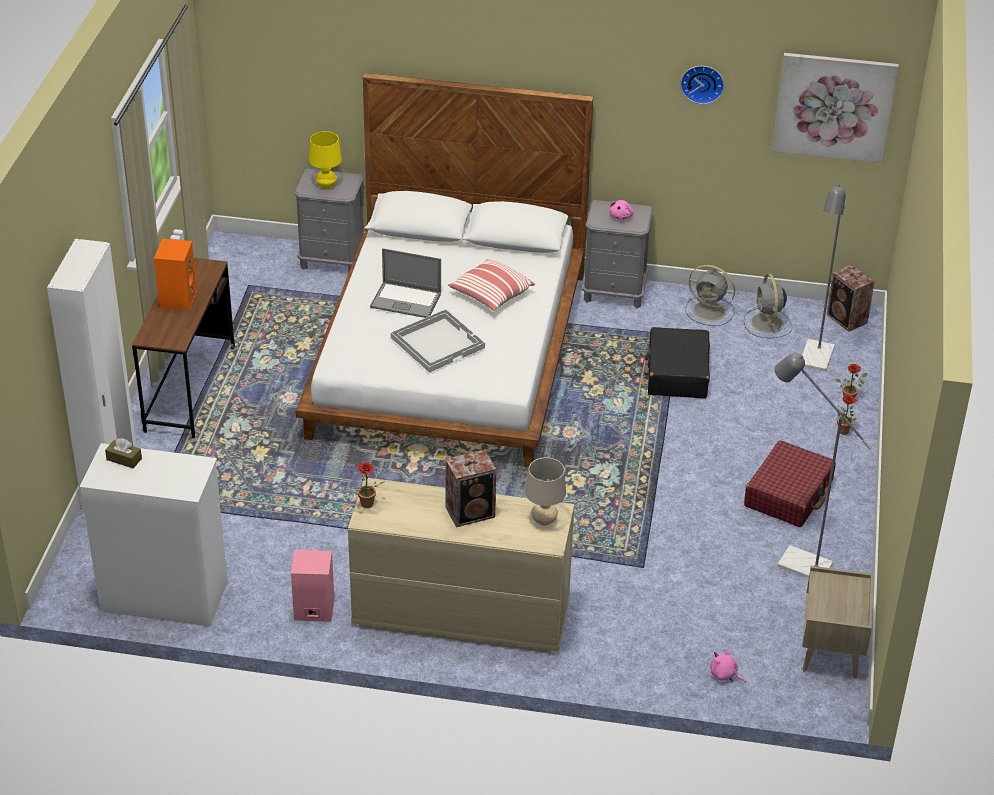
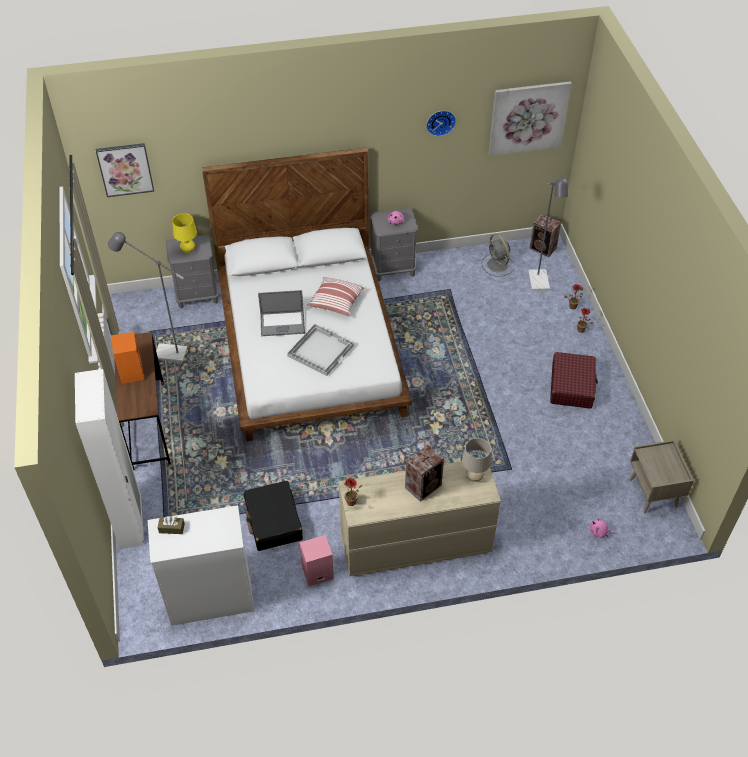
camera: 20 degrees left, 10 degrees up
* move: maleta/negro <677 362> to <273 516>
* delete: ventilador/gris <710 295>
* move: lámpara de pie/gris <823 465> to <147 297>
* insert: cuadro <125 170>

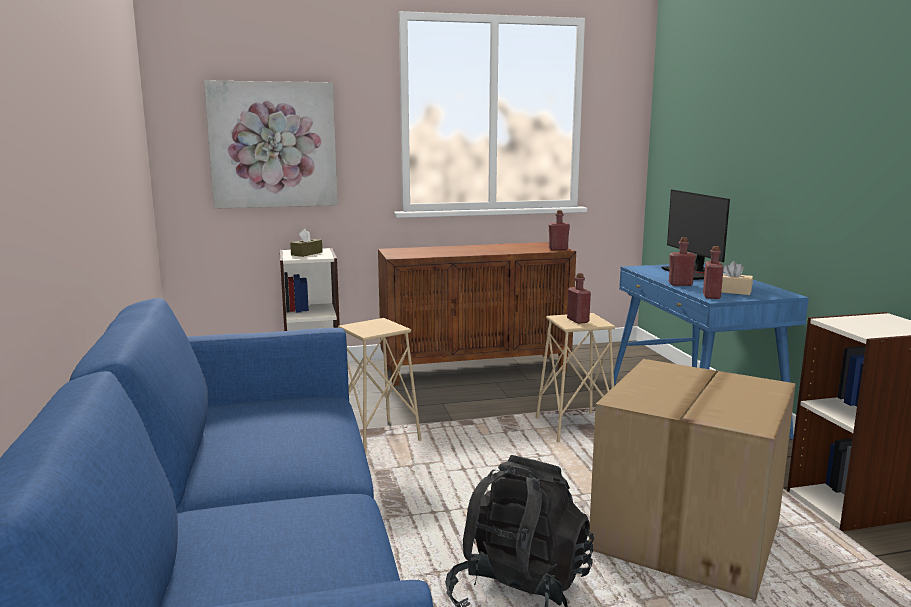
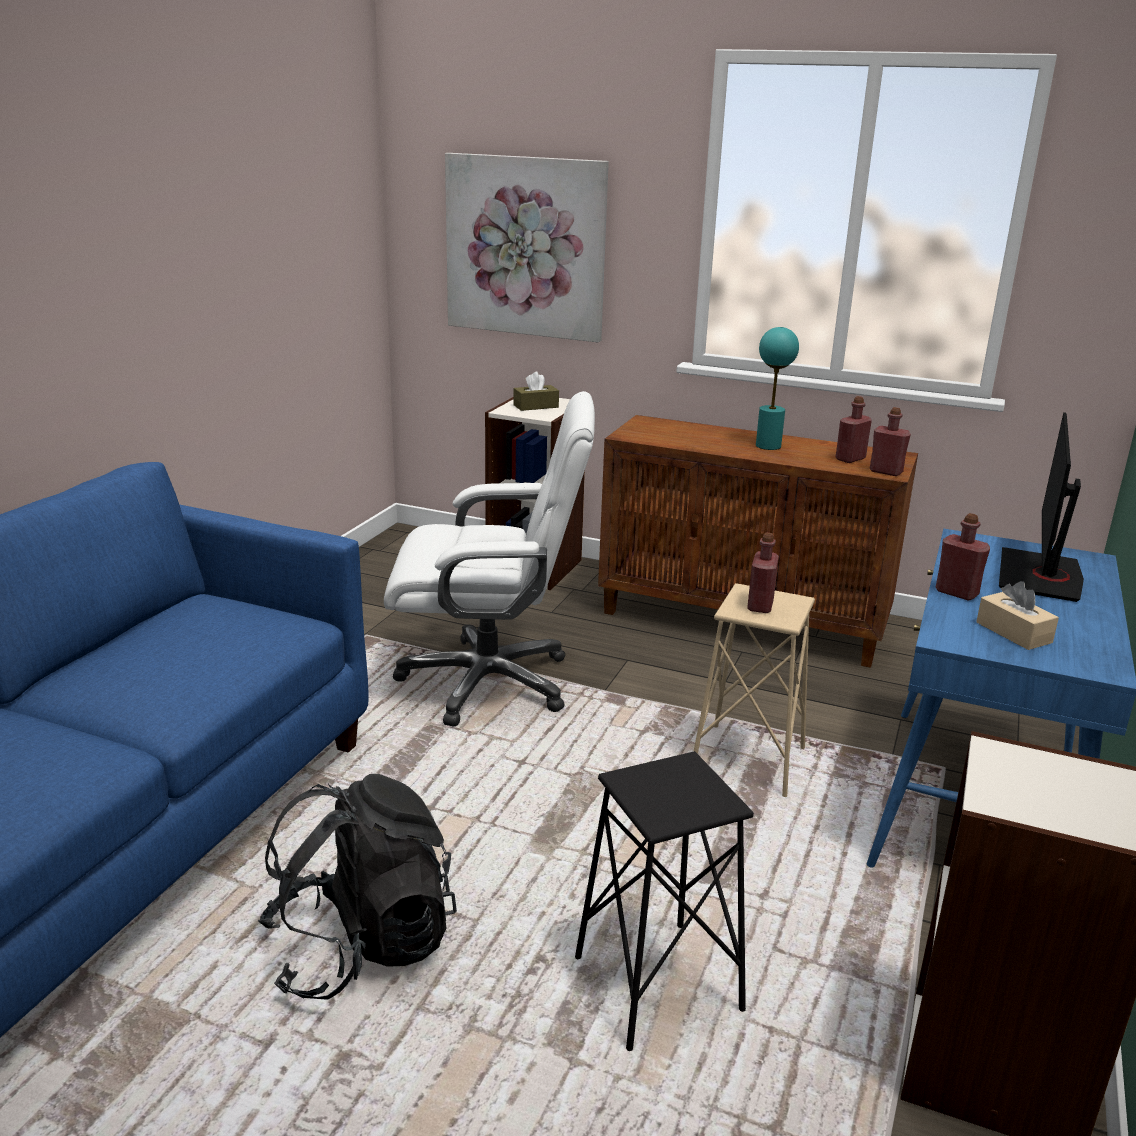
camera: 35 degrees right, 10 degrees up
* replace: taburete/beis <379 386> to silla de oficina/blanco <489 559>
* replace: caja de cartón <692 479> to taburete/negro <664 901>
* move: botella/rojo <713 272> to <854 429>
* insert: lámpara de mesa/turquesa <777 388>

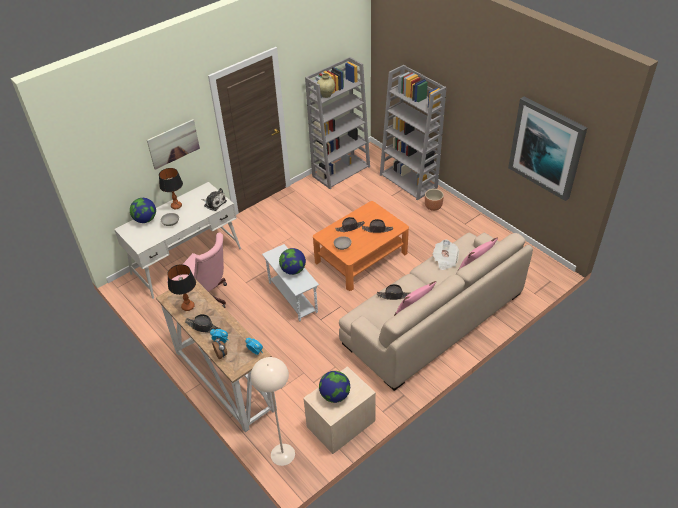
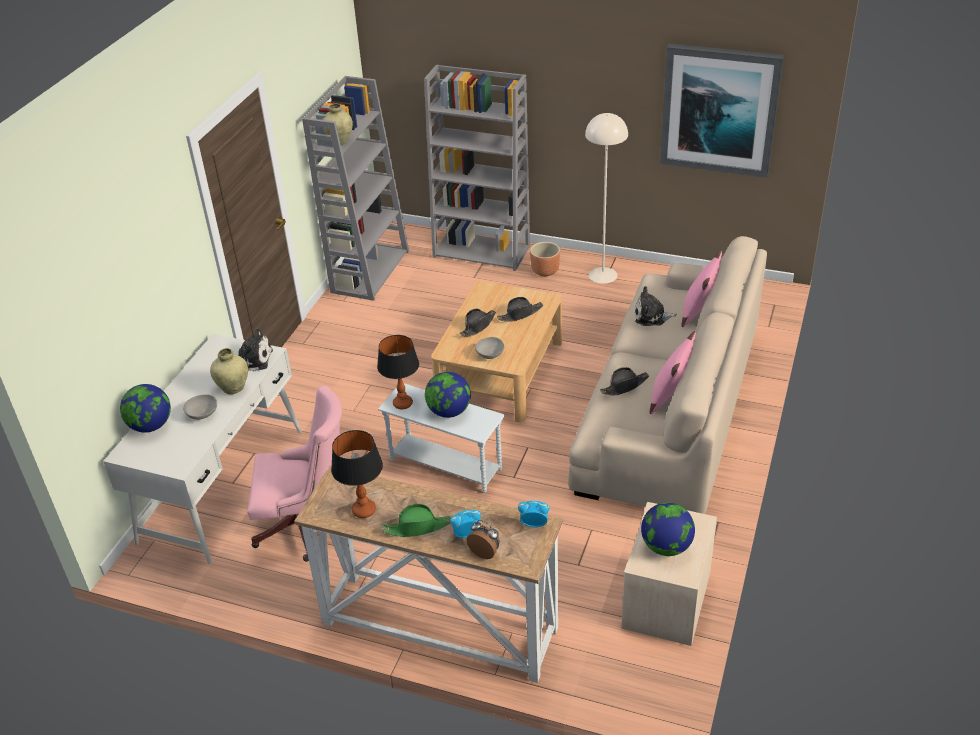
camera: 30 degrees left, 5 degrees down
* delete: cuadro <173 144>
* move: lámpara de mesa <171 188> to <398 372>
* recolor: sombrero/negro <203 323> to sombrero/verde <416 520>
* move: lámpara de pie/beis <273 411> to <606 198>
* recolor: mesa de centro/naranja <361 246> to mesa de centro/beis <496 351>
* replace: periódico <445 254> to peluche <656 306>
* insert: florero/beis <229 371>

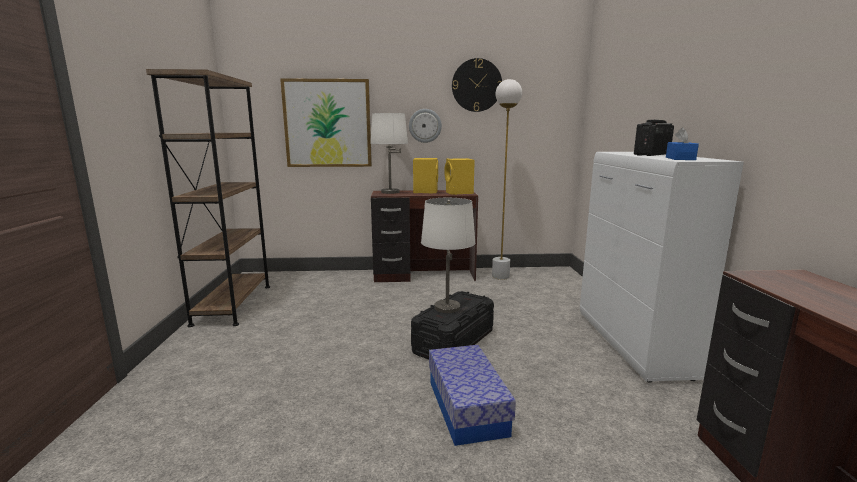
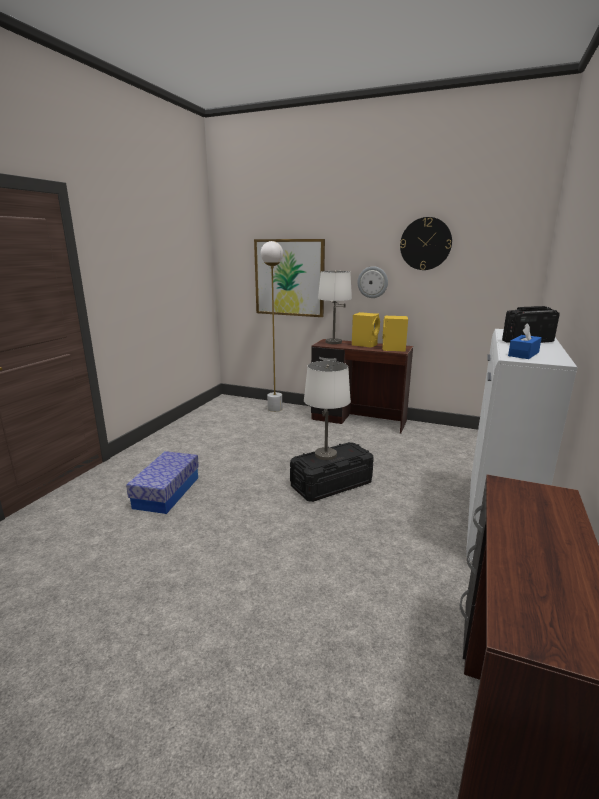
camera: 25 degrees right, 5 degrees up
* delete: estantería/marrón <208 198>
* move: caja de almacenaje <472 395> to <162 482>
* move: lámpara de pie/blanco <507 179> to <272 326>

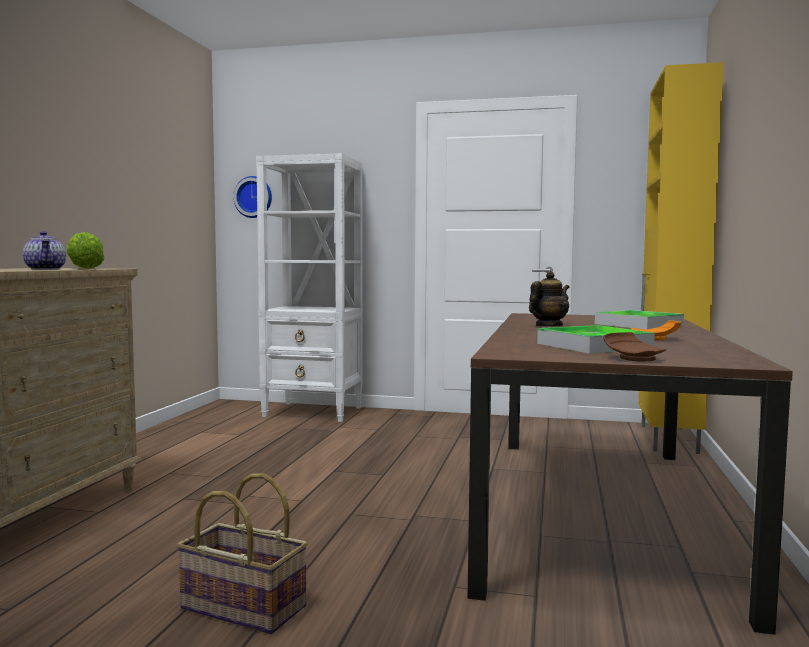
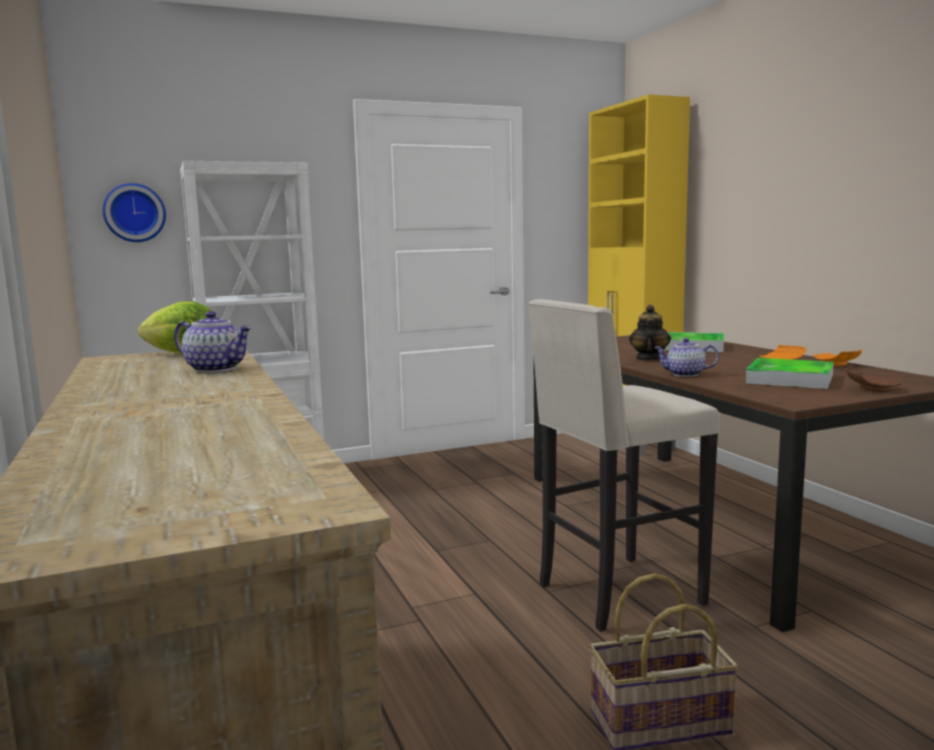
camera: 35 degrees left, 5 degrees up
* insert: taburete/beis <624 465>
* insert: tetera <686 357>
* insert: plato/naranja <837 357>

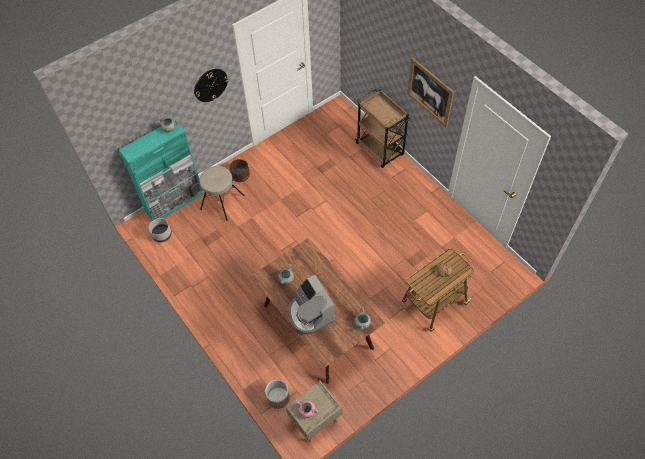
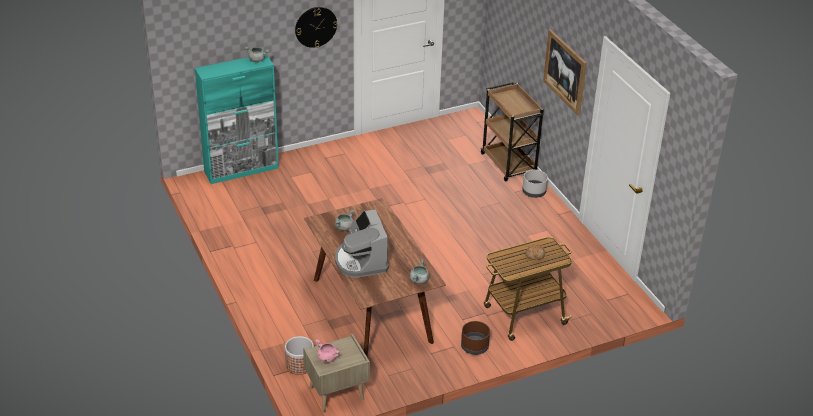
camera: 10 degrees right, 20 degrees down
* move: maceta/gris <160 230> to <535 184>
* delete: taburete/beis <222 193>
* move: maceta/marrón <239 170> to <475 338>

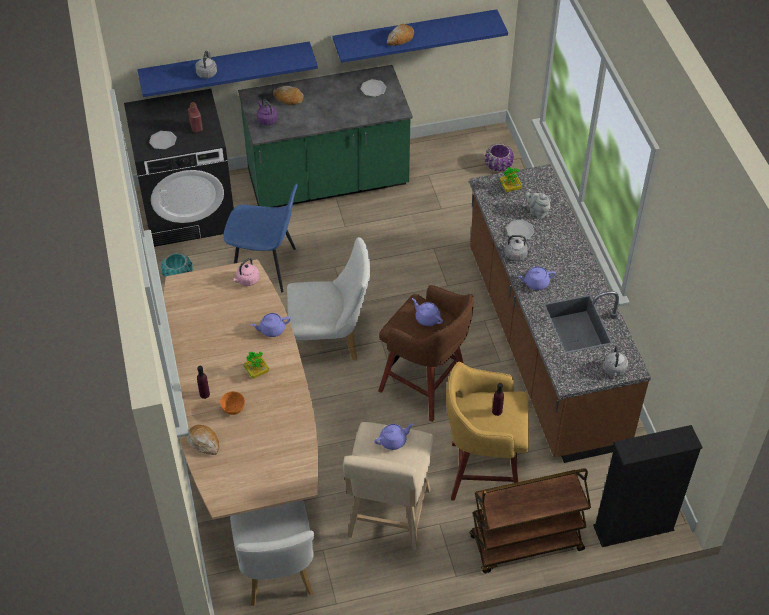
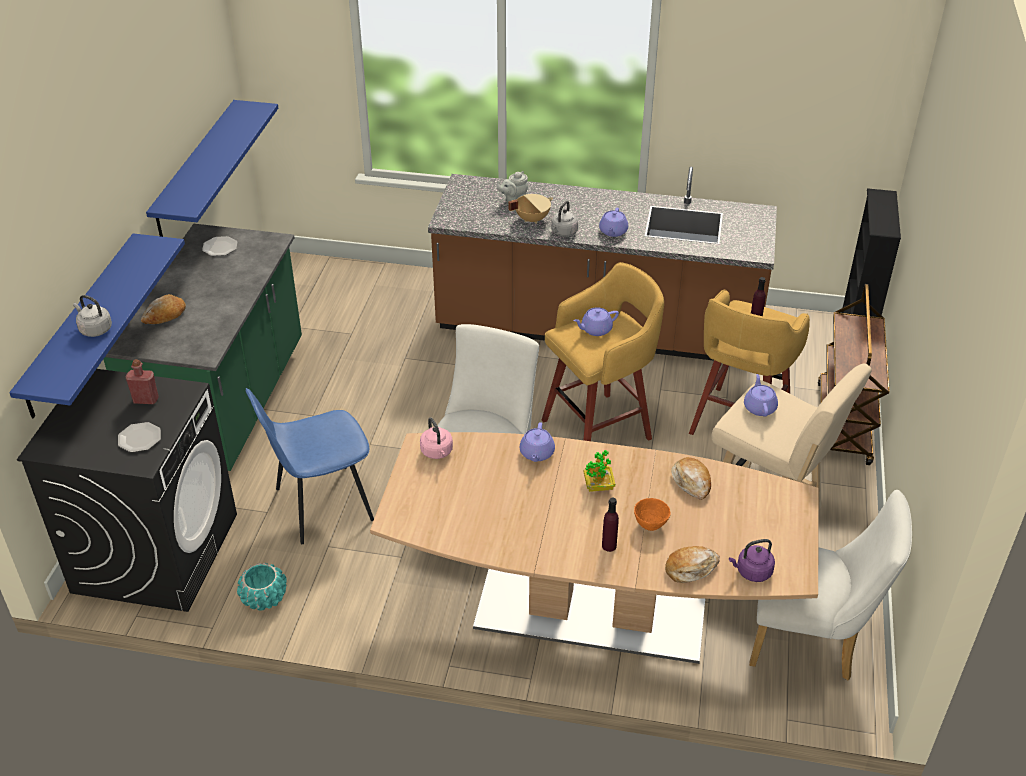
camera: 65 degrees left, 10 degrees down
* rotate: silla/azul <260 237> = <310 466> 150 degrees counterclockwise
* move: hervidor/morado <267 112> to <752 560>
* recolor: taburete/marrón <426 353> to taburete/amarillo <603 351>
* move: pan <400 35> to <691 478>
* delete: maceta/morado <499 158>
* delete: planta en maceta <511 179>
* replace: plato <520 230> to olla/beis <530 209>
* delete: hervidor/gris <615 361>

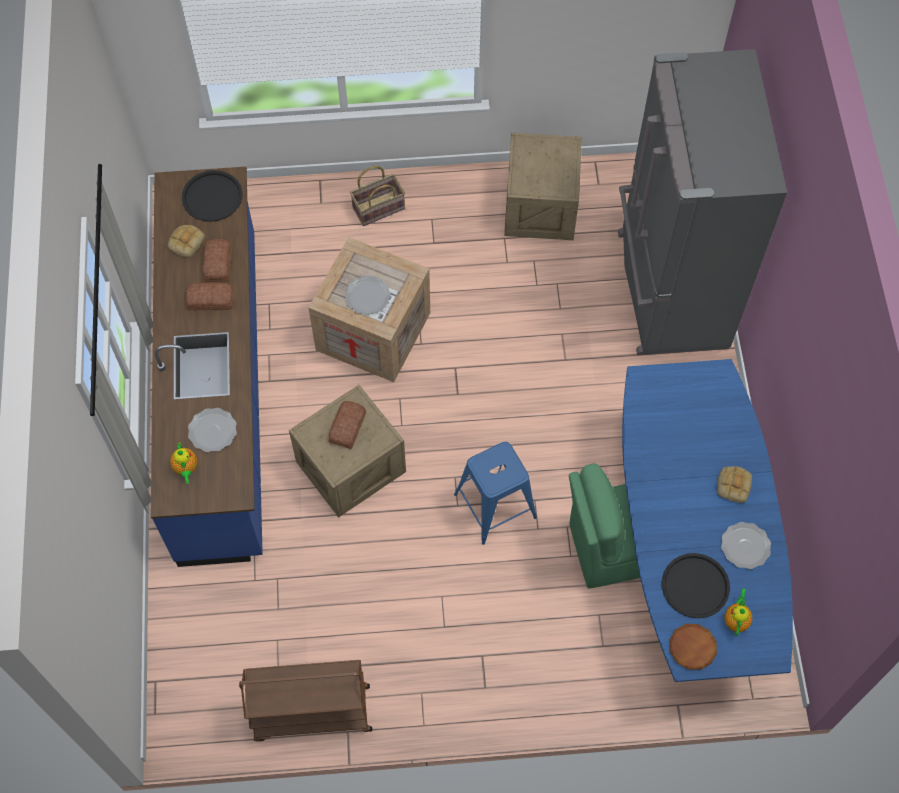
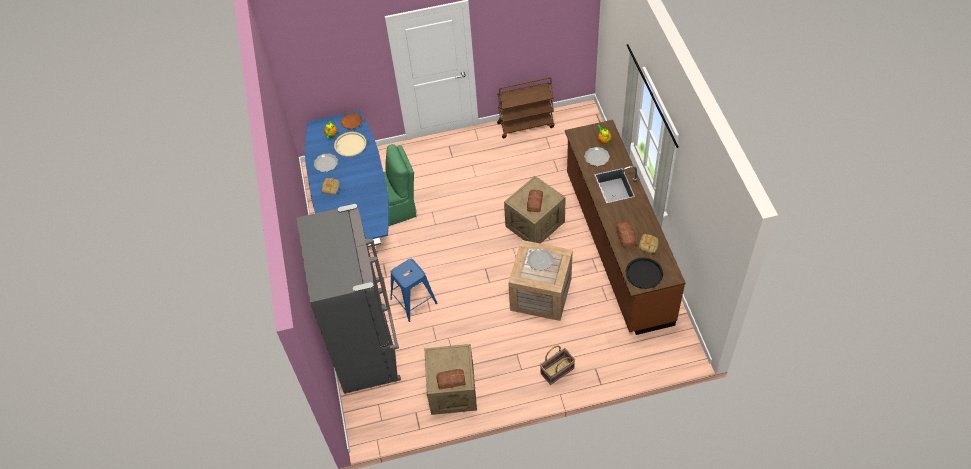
camera: 175 degrees right, 10 degrees down
* recolor: mueble bajo de cocina/azul <207 367> to mueble bajo de cocina/marrón <625 227>
* move: pan <210 296> to <451 379>
* move: taburete/azul <495 493> to <413 290>
* recolor: bandeja/negro <696 585> to bandeja/beis <350 144>

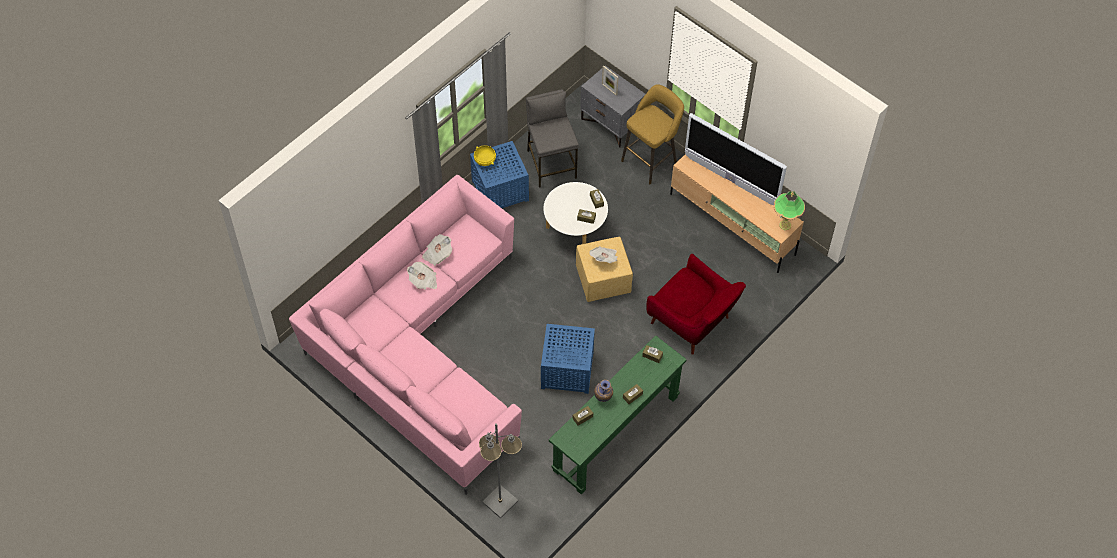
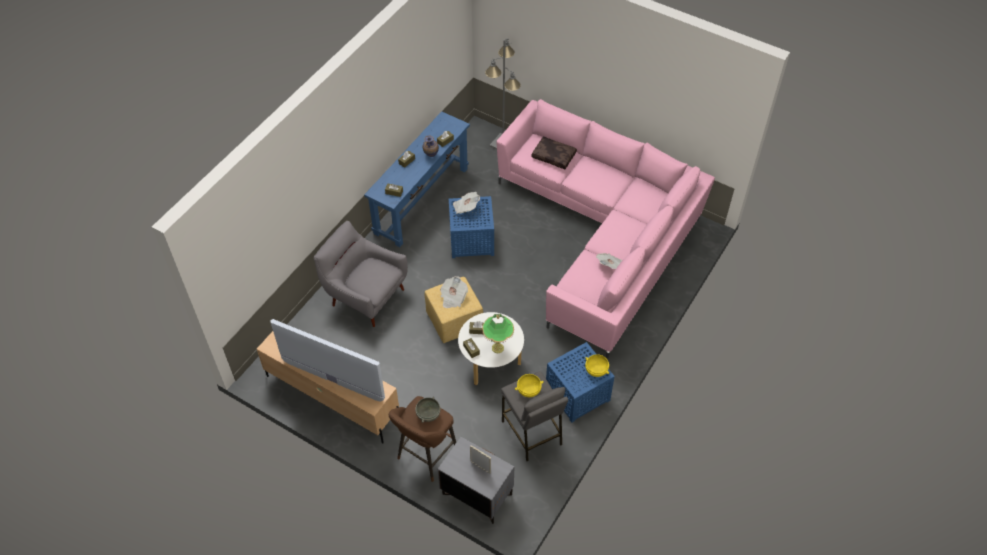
camera: 170 degrees right, 5 degrees down
* move: periódico <422 276> to <466 203>
* recolor: mesa consola/verde <618 414> to mesa consola/azul <417 179>
* recolor: taburete/amarillo <652 134> to taburete/marrón <422 439>
* recolor: sillón/rojo <696 304> to sillón/gris <361 274>
* move: lámpara de mesa <789 211> to <498 334>
* insert: cuenco/gris <428 410>
* insert: cuenco/amarillo <529 385>
* insert: cojín/marrón <554 153>

